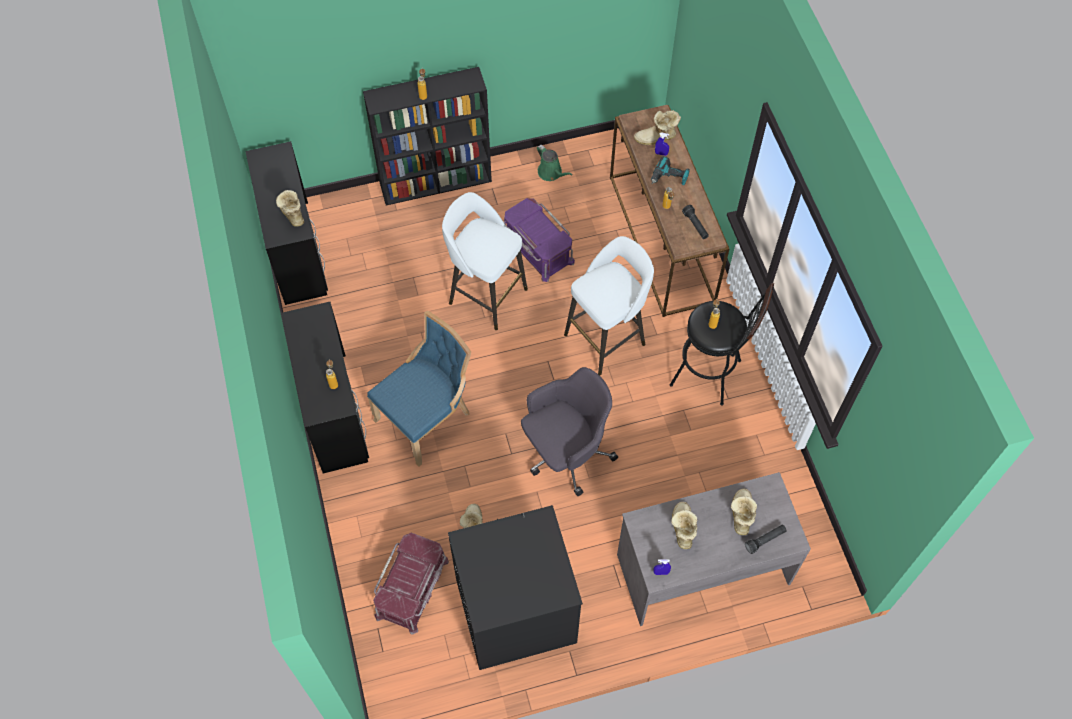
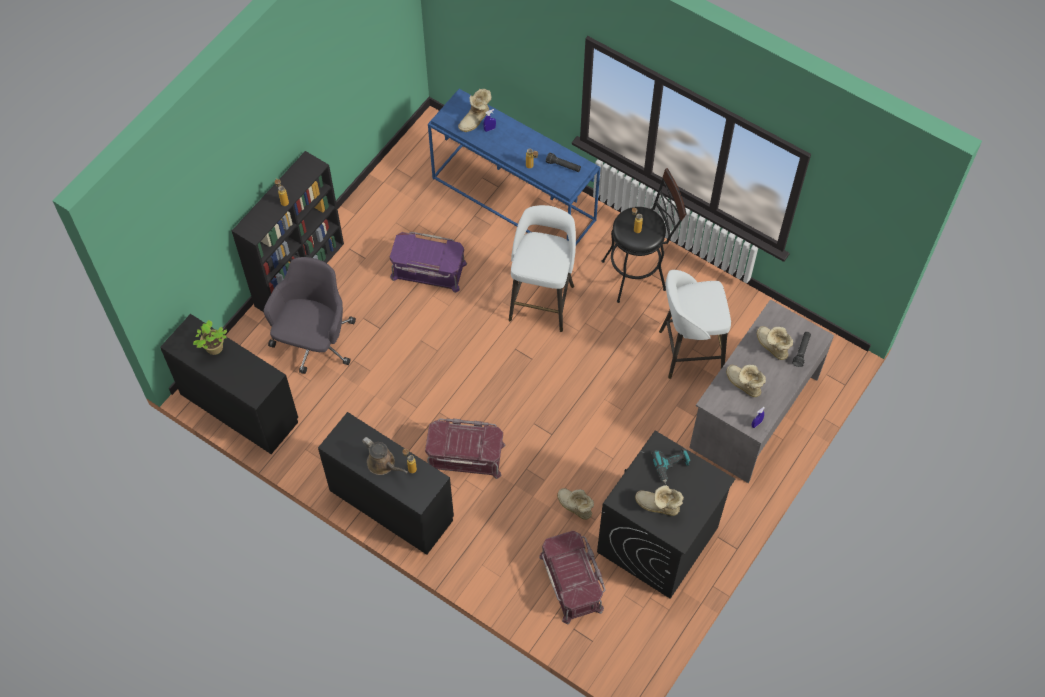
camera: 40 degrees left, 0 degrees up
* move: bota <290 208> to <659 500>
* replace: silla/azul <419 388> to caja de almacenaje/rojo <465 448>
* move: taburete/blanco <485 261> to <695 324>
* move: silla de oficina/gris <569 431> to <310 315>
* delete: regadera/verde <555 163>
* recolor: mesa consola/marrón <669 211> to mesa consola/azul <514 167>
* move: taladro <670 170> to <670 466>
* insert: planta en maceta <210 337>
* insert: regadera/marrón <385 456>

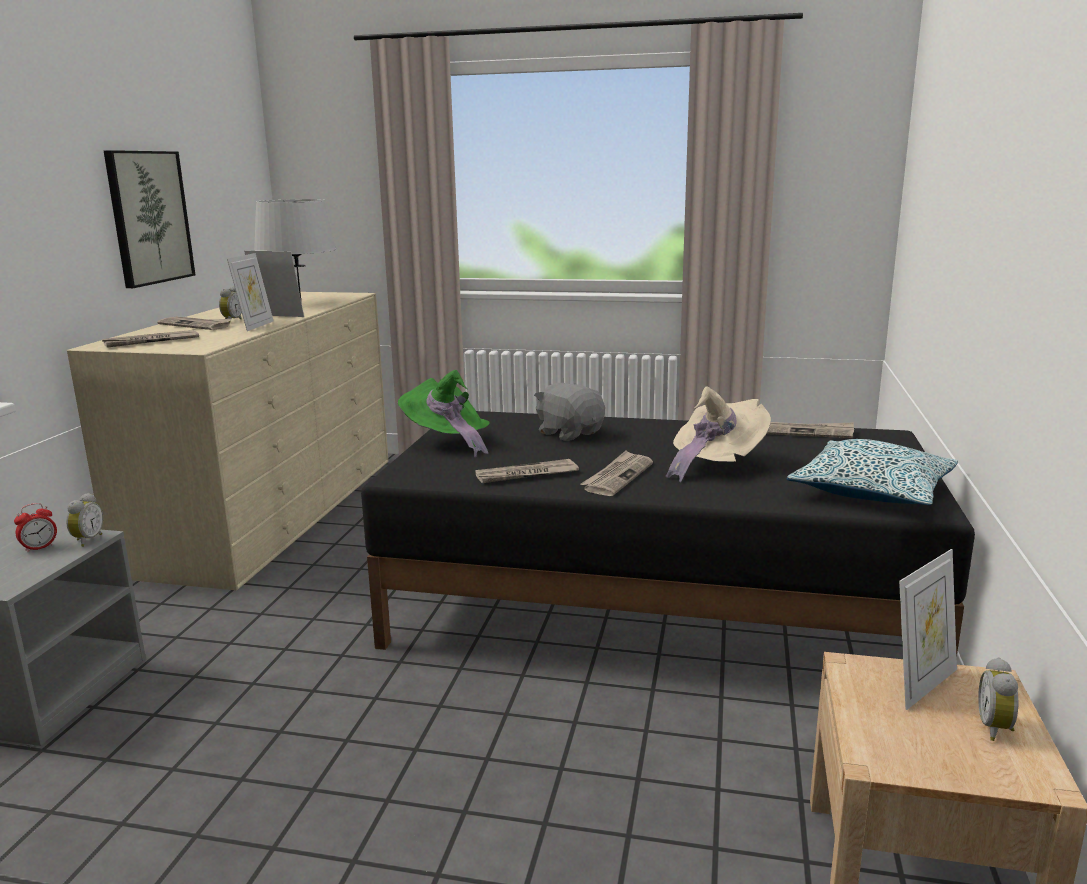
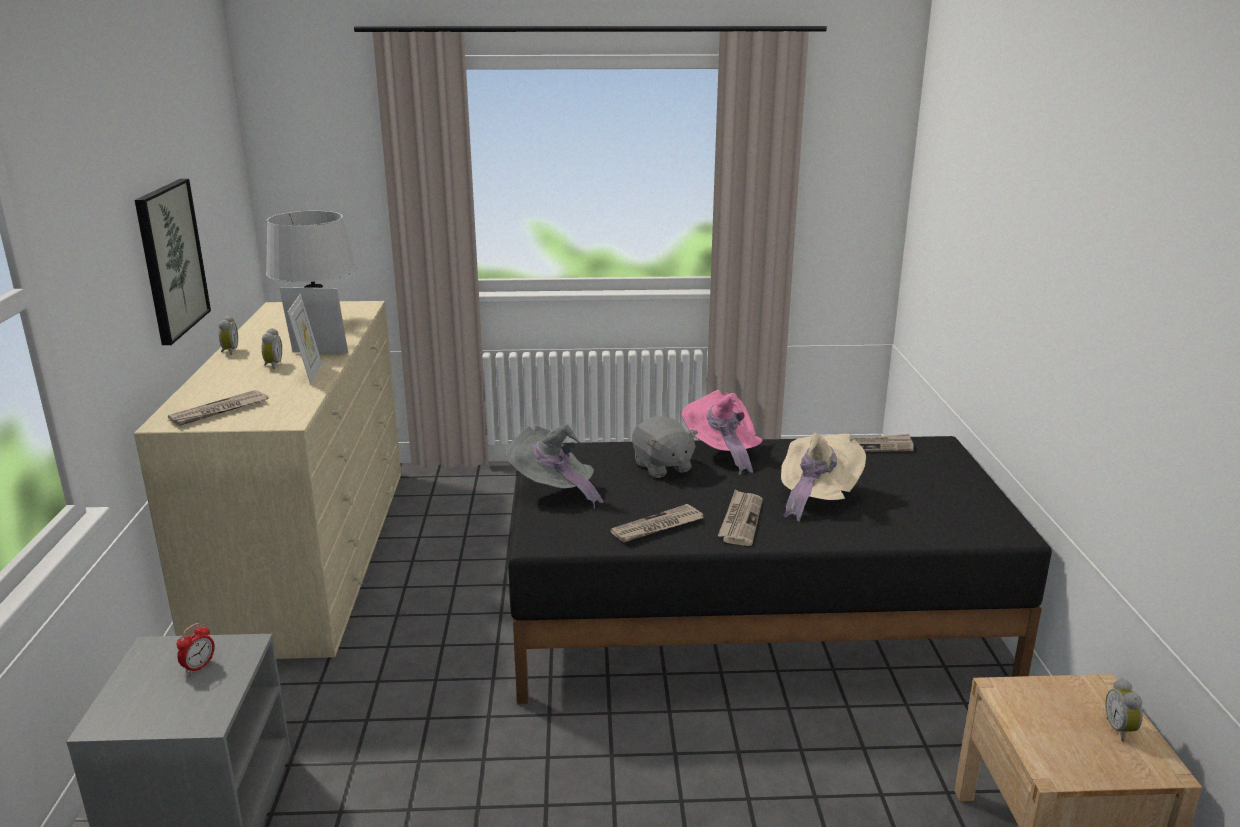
camera: 15 degrees left, 5 degrees up
* move: despertador <84 520> to <228 335>
* delete: periódico <194 323>
* recolor: sombrero/verde <443 413> to sombrero/gris <554 466>
* rotate: peluche/gris <569 412> = <665 447> 150 degrees counterclockwise
* delete: cojín <872 472>
* delete: portarretratos <928 629>
* insert: sombrero/rosa <722 432>

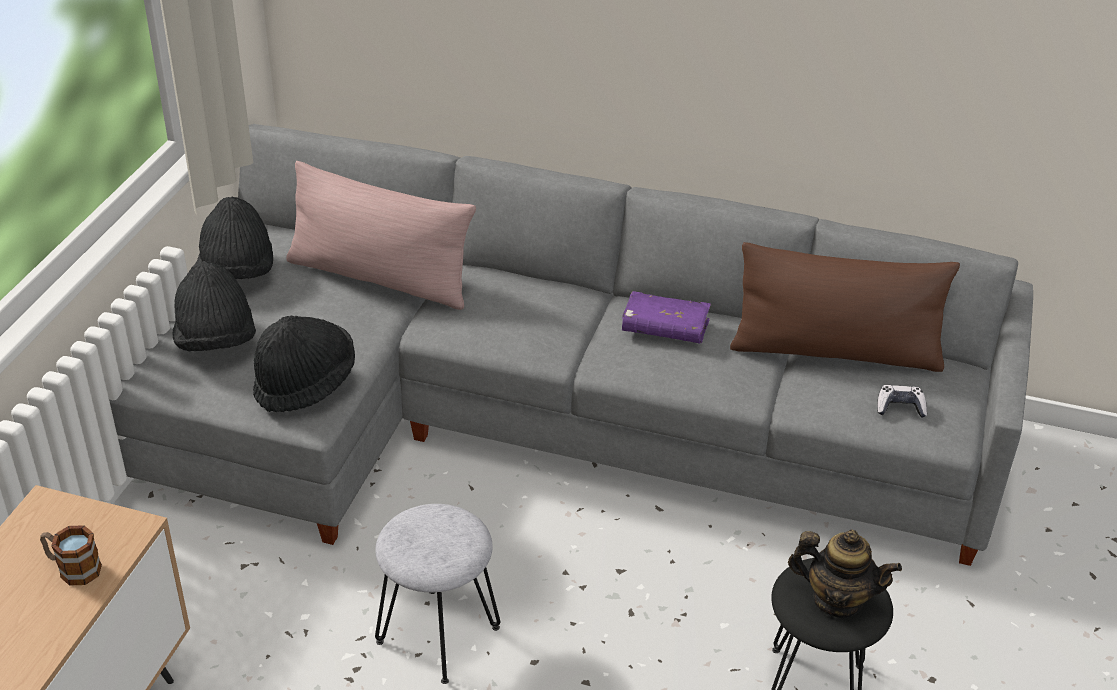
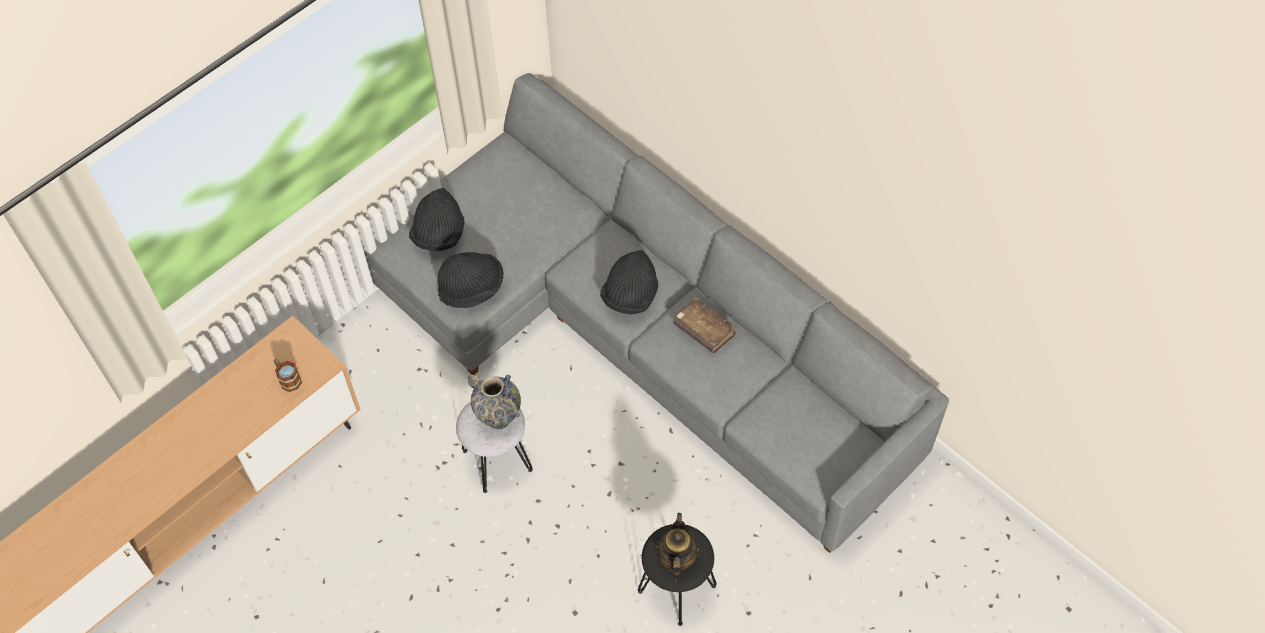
camera: 30 degrees right, 20 degrees up
* move: sombrero/negro <234 238> to <629 282>
* delete: cojín/rosa <381 235>
* recolor: libro/morado <666 317> to libro/marrón <705 325>
* delete: cojín/marrón <845 307>
* rotate: tetera <845 574> = <677 547> 135 degrees counterclockwise
* delete: mando de consola <902 401>
* insert: florero <494 401>

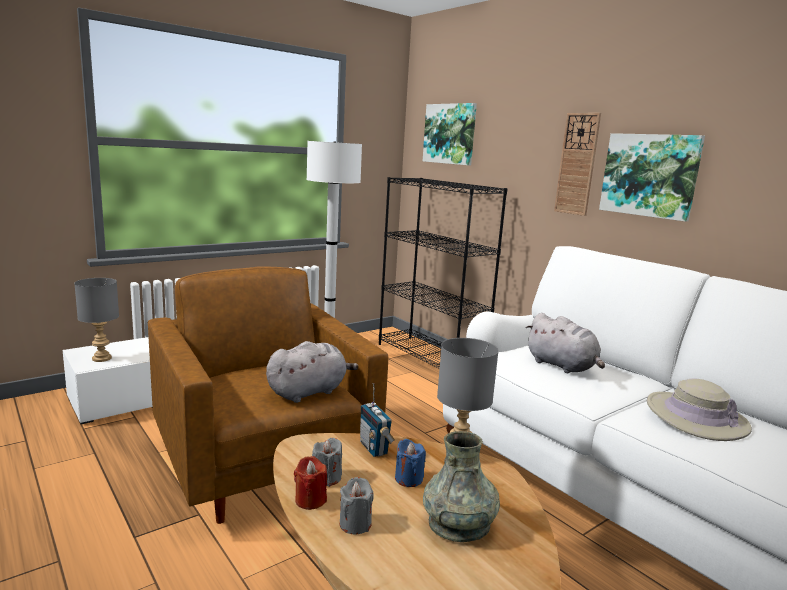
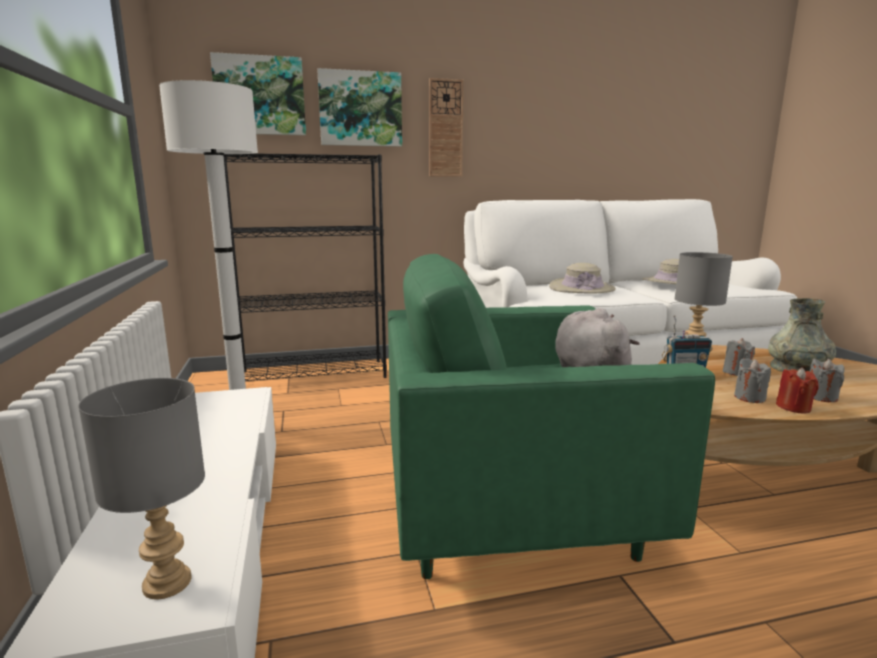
camera: 65 degrees left, 0 degrees up
* recolor: sillón/marrón <268 395> to sillón/verde <551 416>
* recolor: vela/azul <410 463> to vela/gris <739 357>
* replace: peluche/gris <565 343> to sombrero/beis <582 278>
* move: cuadro <652 177> to <359 107>

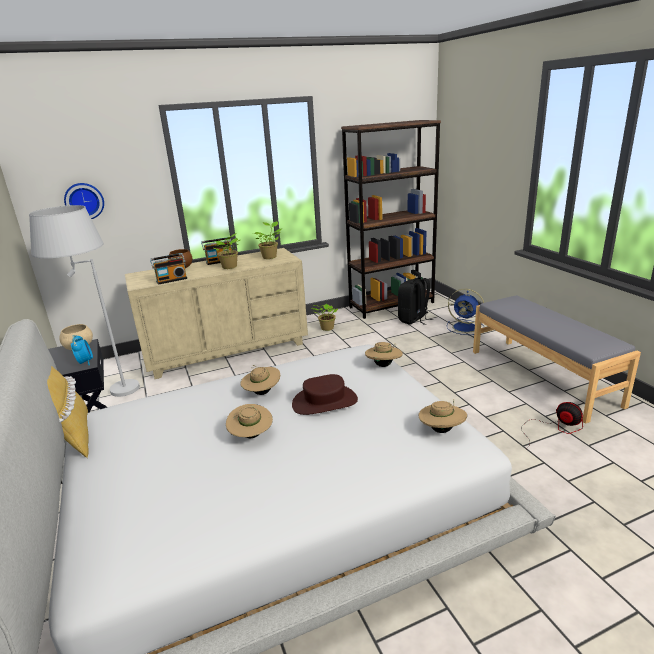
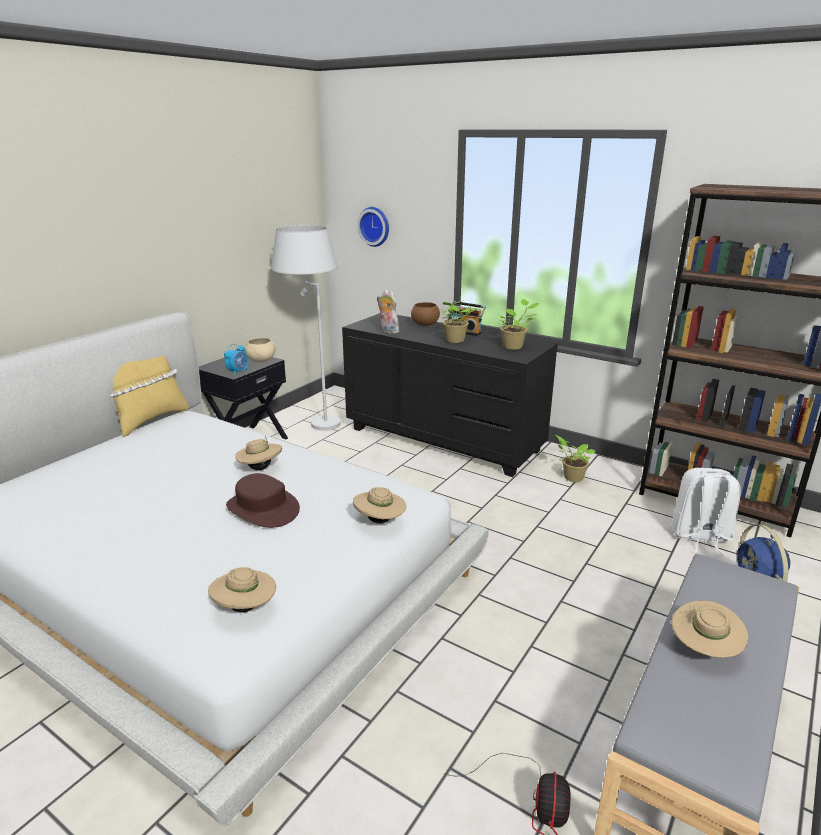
camera: 55 degrees right, 0 degrees up
* recolor: cómoda/beis <216 313> to cómoda/negro <450 395>
* replace: radio <168 269> to peluche <388 312>
* move: sombrero/beis <249 421> to <709 629>
* recolor: mochila/negro <416 301> to mochila/blanco <706 511>

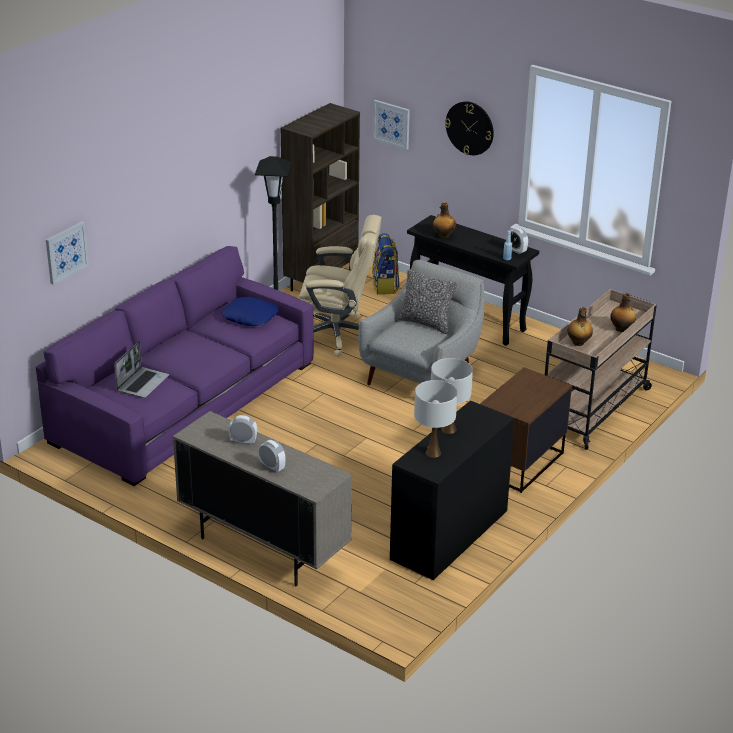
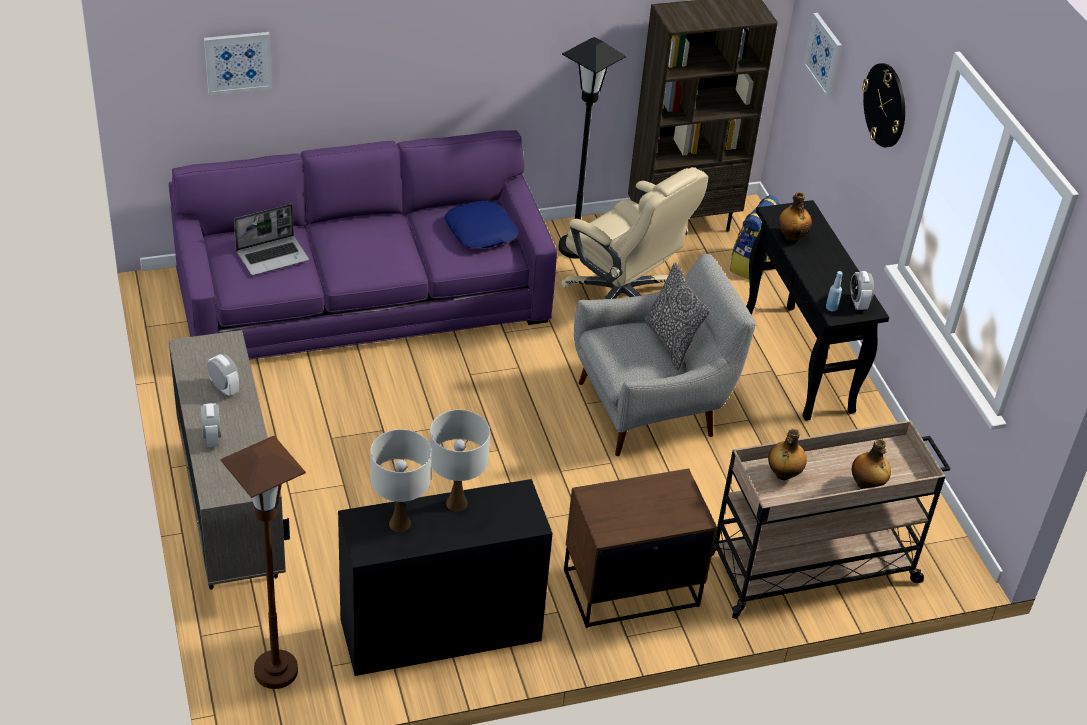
camera: 35 degrees right, 10 degrees up
* insert: lámpara de pie/marrón <263 562>

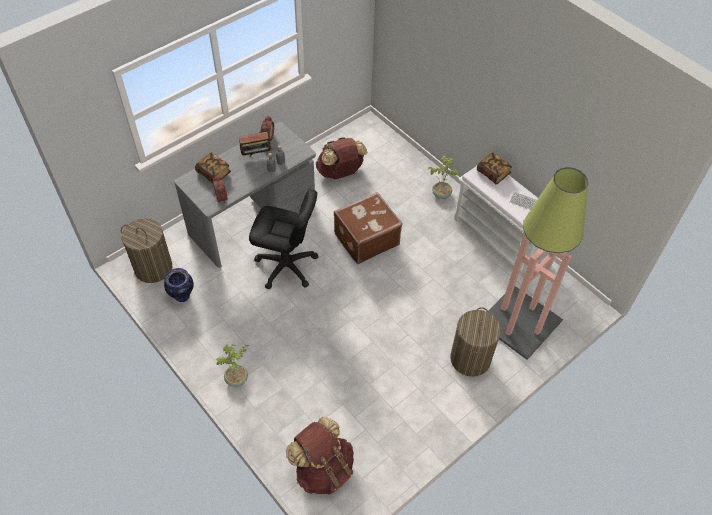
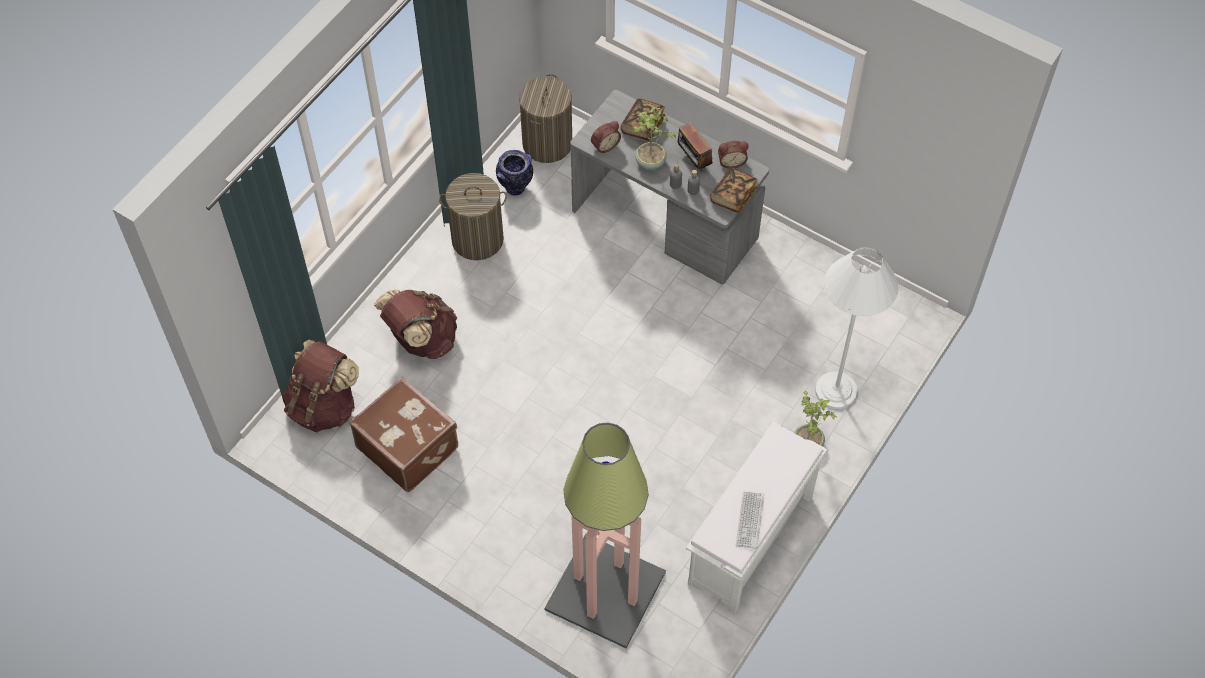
camera: 75 degrees right, 5 degrees up
* move: planta en maceta <232 365> to <654 138>
* delete: silla de oficina/negro <284 239>
* move: mochila/marrón <342 158> to <415 324>
* move: maleta/marrón <368 228> to <403 434>
* move: cesto de la ropa <475 342> to <473 216>
* move: libro <494 168> to <733 190>
* insert: lámpara de pie/blanco <856 328>

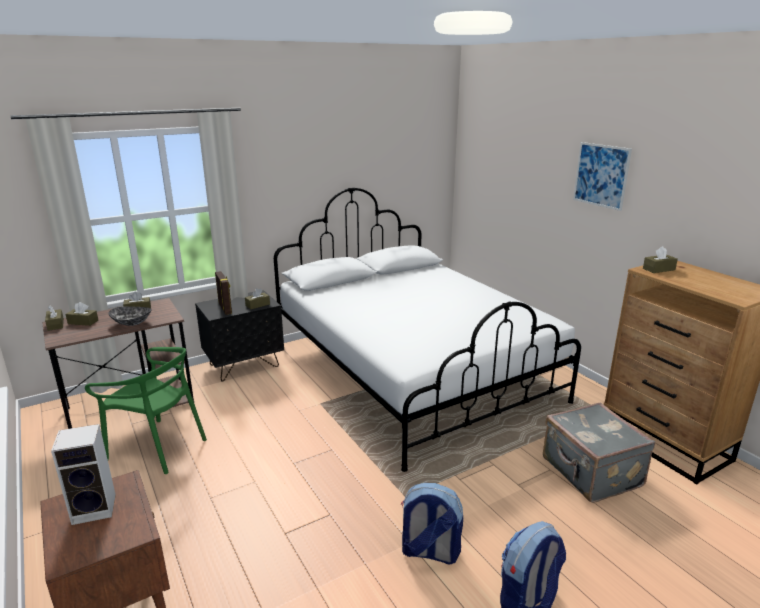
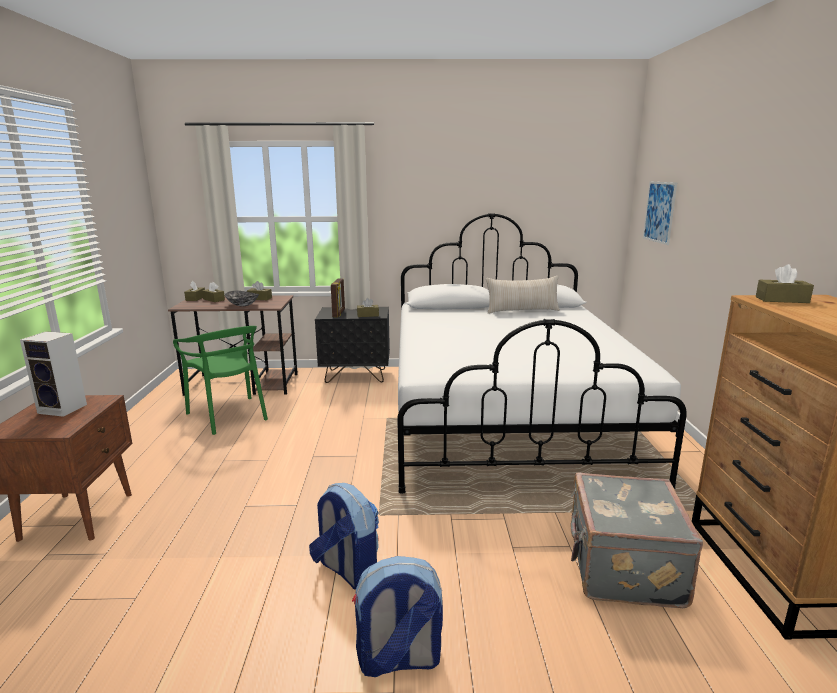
camera: 30 degrees right, 5 degrees down
* move: cuadro <602 176> to <660 213>
* insert: cojín/beis <523 295>

